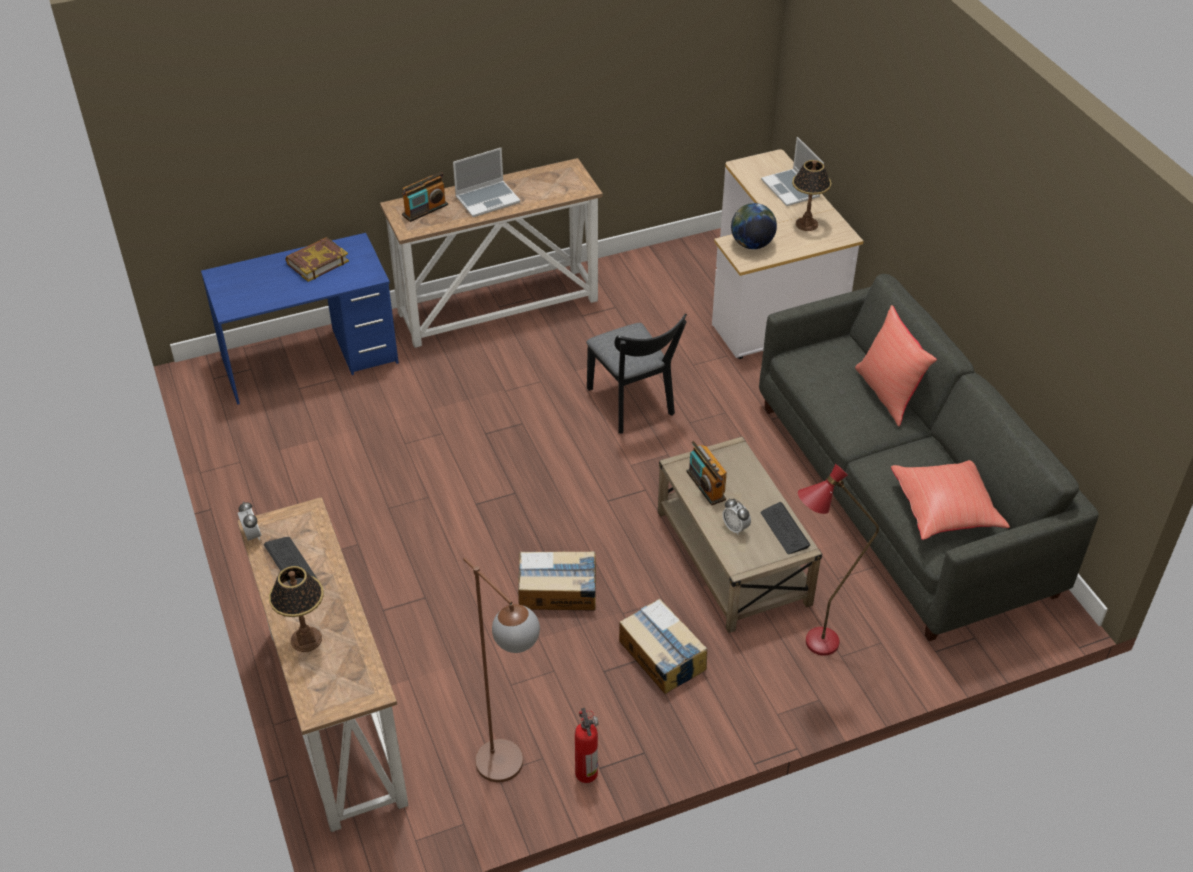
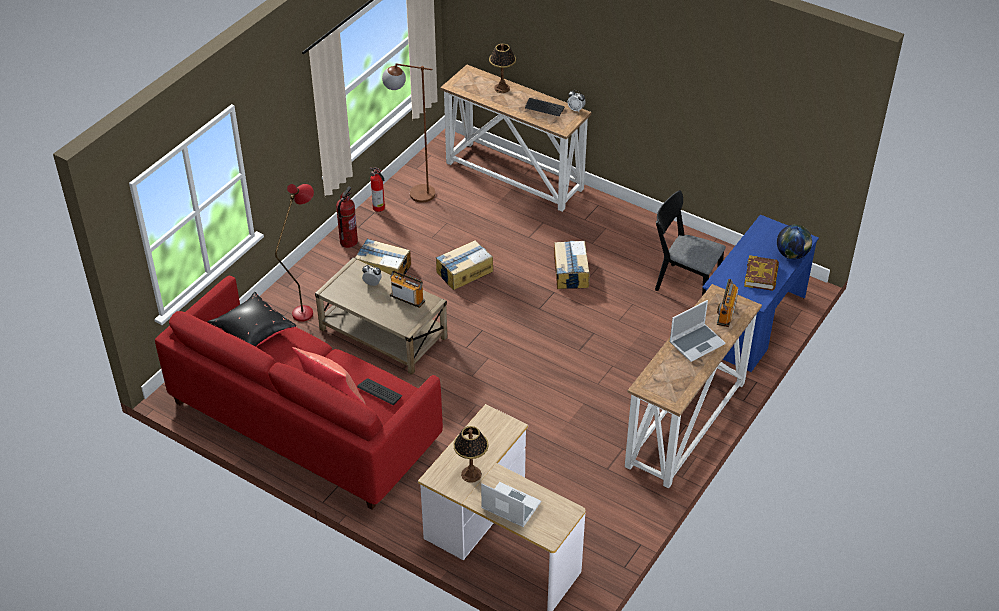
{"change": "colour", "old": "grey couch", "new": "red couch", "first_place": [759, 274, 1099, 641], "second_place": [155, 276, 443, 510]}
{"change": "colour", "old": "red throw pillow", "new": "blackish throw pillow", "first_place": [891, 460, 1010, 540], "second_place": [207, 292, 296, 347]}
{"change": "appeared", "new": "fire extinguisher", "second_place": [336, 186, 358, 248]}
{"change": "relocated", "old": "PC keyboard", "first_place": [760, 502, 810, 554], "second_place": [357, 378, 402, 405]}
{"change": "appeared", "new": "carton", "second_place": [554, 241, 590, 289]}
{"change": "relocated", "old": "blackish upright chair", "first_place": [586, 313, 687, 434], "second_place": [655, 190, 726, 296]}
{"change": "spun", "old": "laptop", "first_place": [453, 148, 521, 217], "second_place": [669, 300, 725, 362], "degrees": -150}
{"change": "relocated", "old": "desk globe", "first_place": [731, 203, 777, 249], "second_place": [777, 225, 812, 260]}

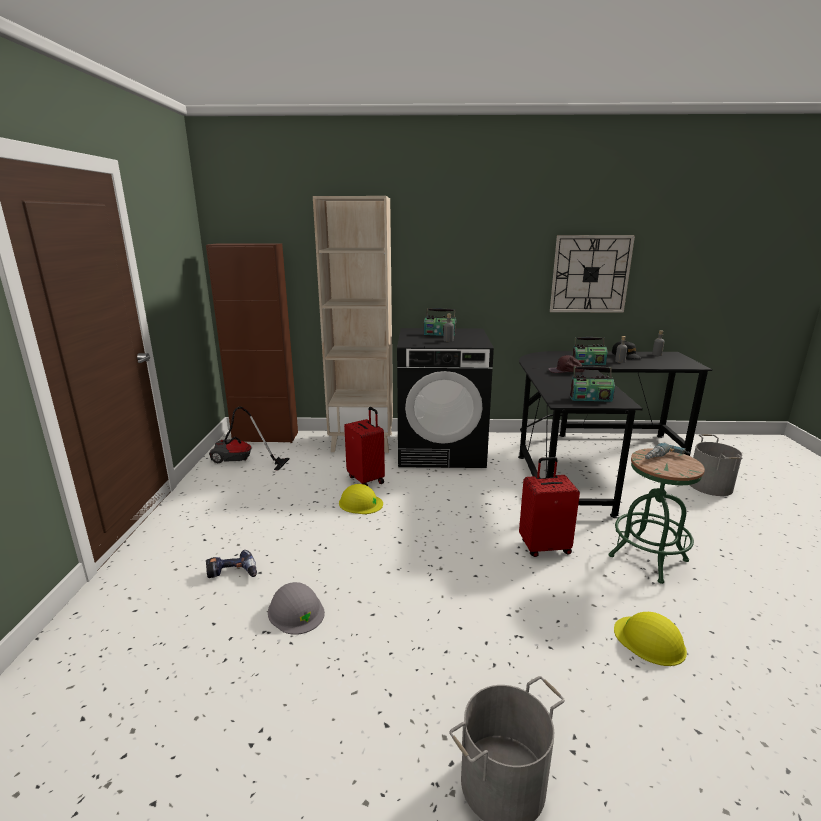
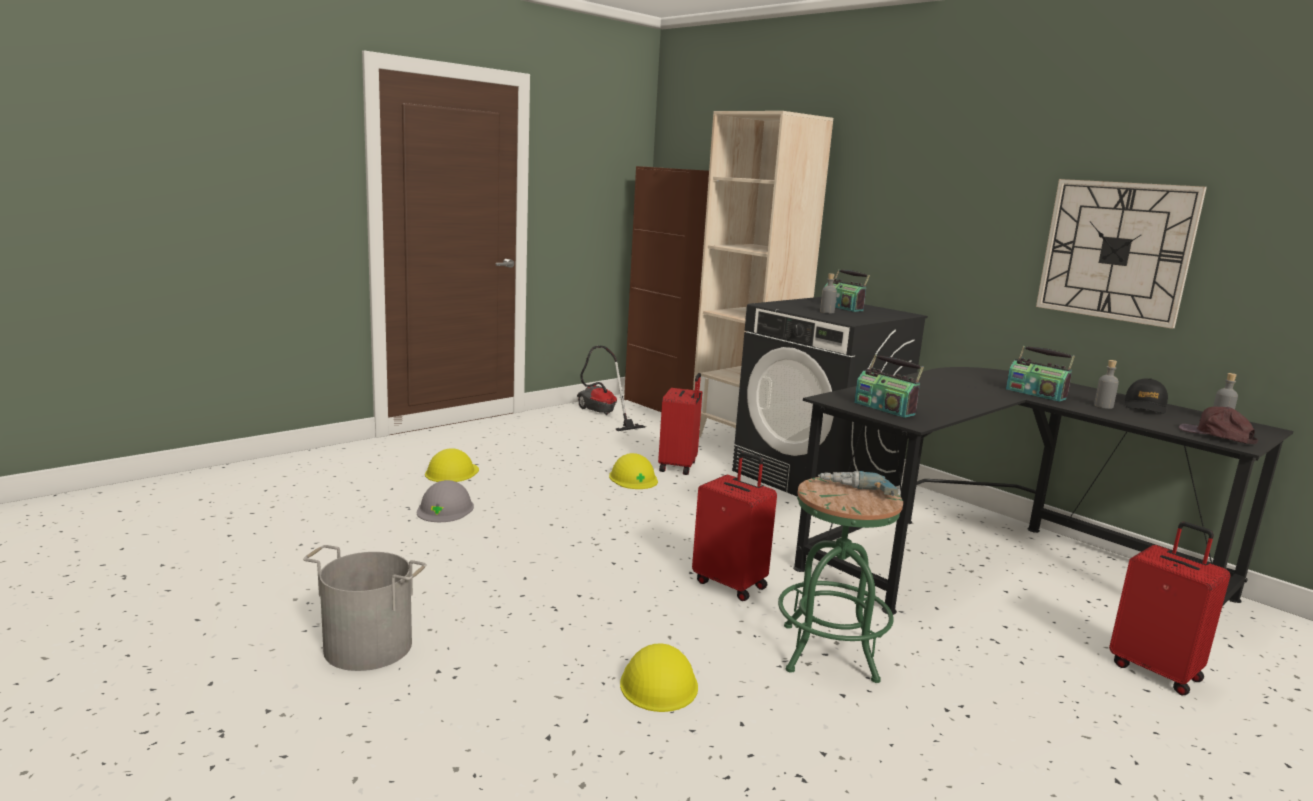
{"change": "exchanged", "old": "drill", "new": "yellowish safety helmet", "first_place": [206, 550, 257, 578], "second_place": [425, 448, 479, 482]}
{"change": "exchanged", "old": "grey water bucket", "new": "red suitcase", "first_place": [690, 434, 743, 496], "second_place": [1109, 522, 1230, 695]}
{"change": "relocated", "old": "brown cap", "first_place": [548, 355, 585, 373], "second_place": [1179, 407, 1258, 444]}

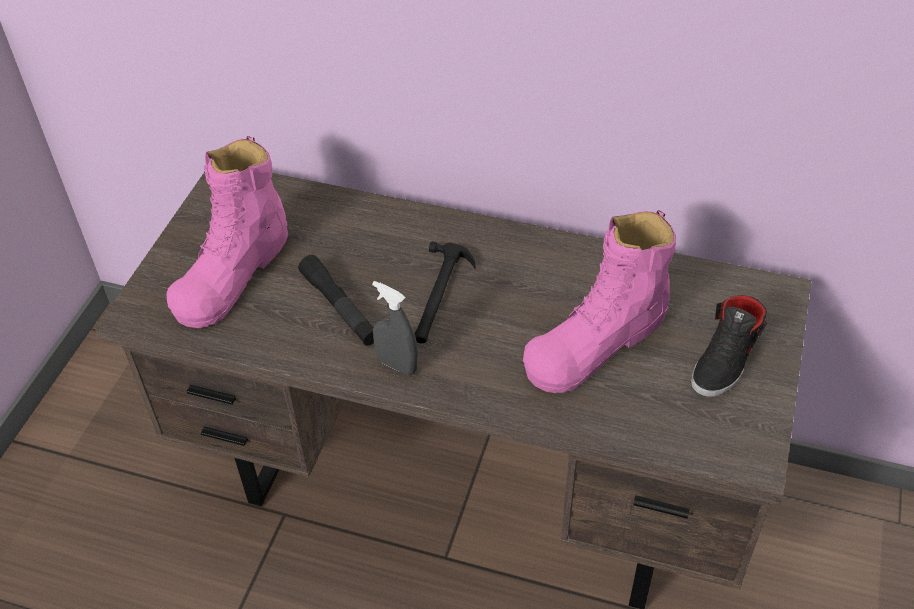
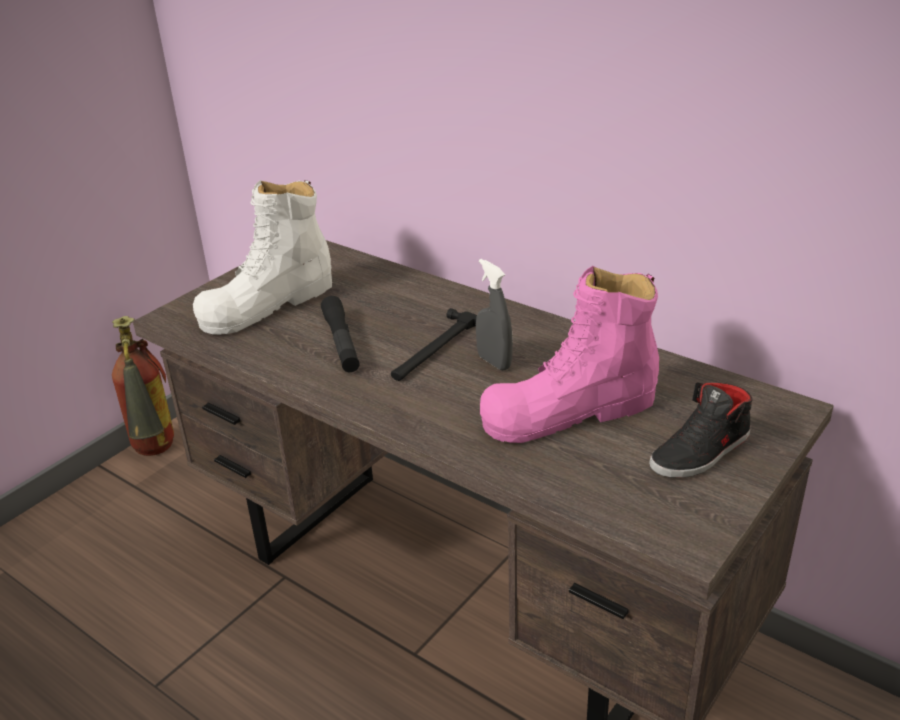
{"change": "appeared", "new": "fire extinguisher", "second_place": [112, 316, 174, 456]}
{"change": "colour", "old": "pink boot", "new": "white boot", "first_place": [166, 136, 288, 328], "second_place": [193, 180, 332, 335]}
{"change": "relocated", "old": "grey sprayer", "first_place": [372, 281, 418, 375], "second_place": [476, 259, 513, 371]}

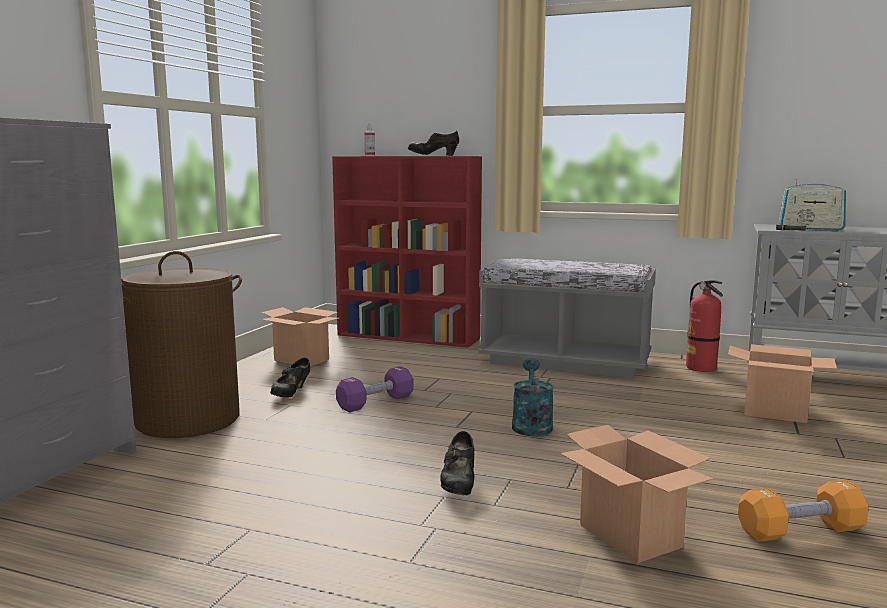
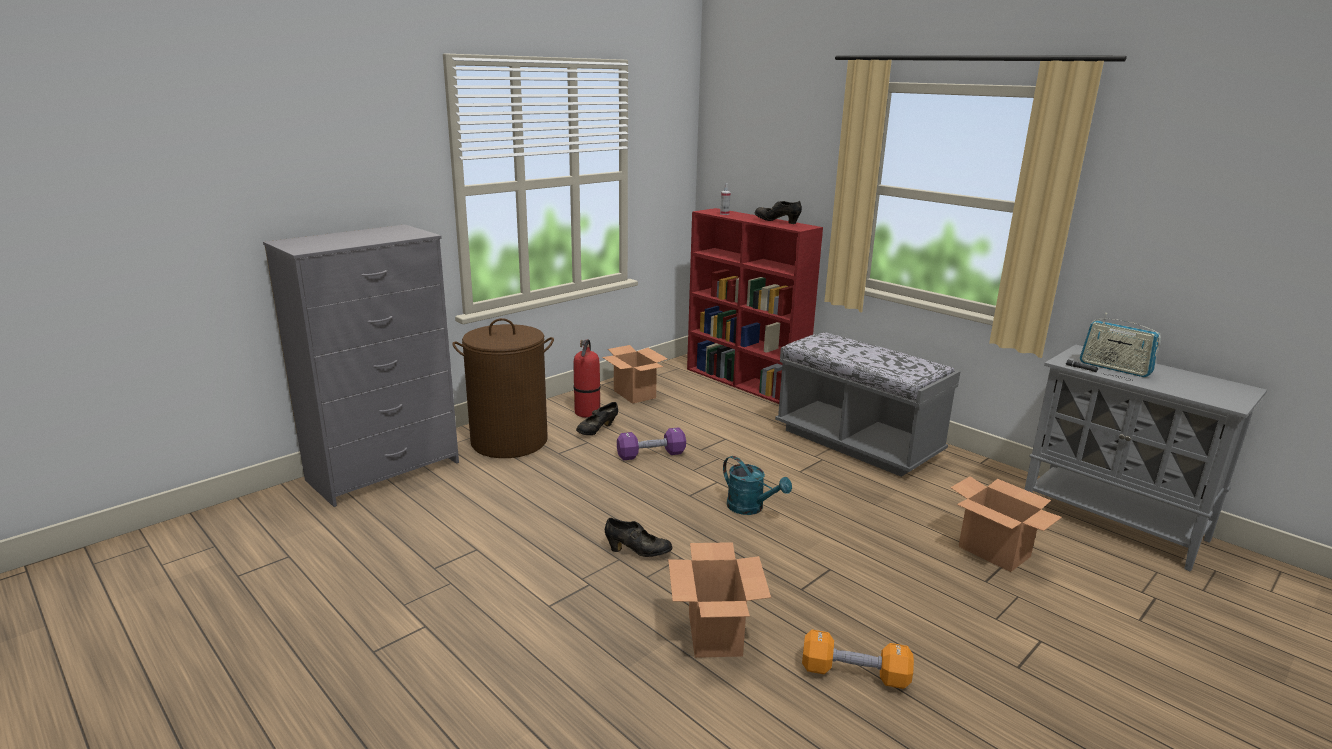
{"change": "relocated", "old": "fire extinguisher", "first_place": [686, 280, 723, 372], "second_place": [574, 339, 600, 418]}
{"change": "spun", "old": "blackish shoe", "first_place": [440, 431, 475, 495], "second_place": [605, 518, 673, 557], "degrees": -105}
{"change": "spun", "old": "turquoise watering pot", "first_place": [512, 358, 554, 436], "second_place": [723, 456, 792, 515], "degrees": 105}

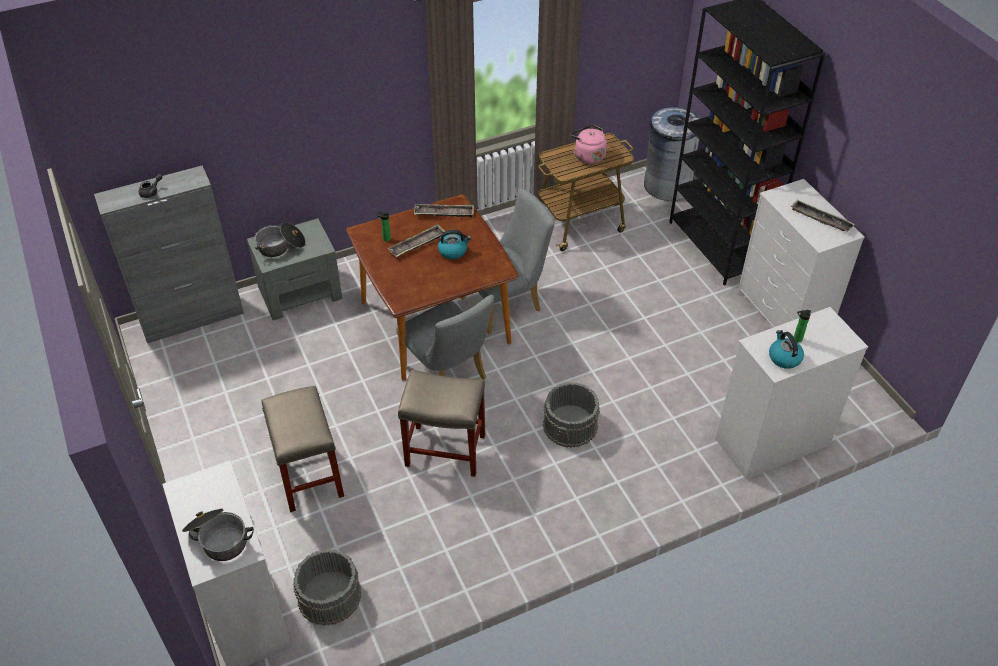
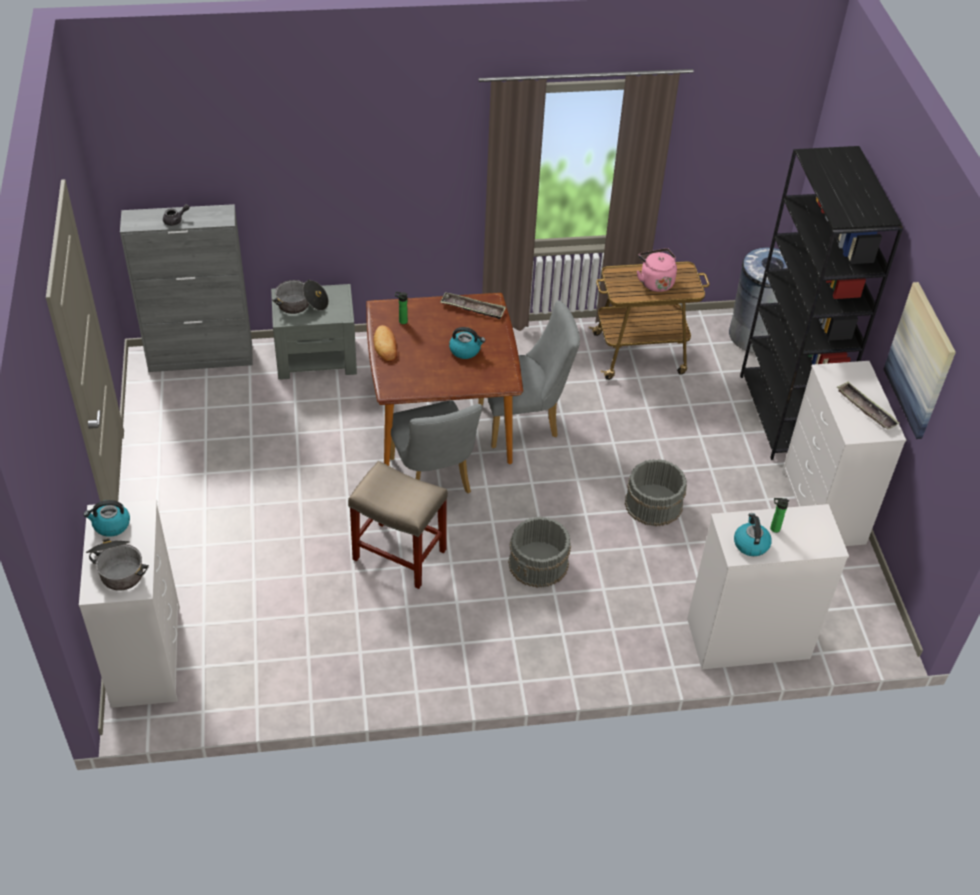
{"change": "appeared", "new": "kettle", "second_place": [83, 500, 130, 537]}
{"change": "appeared", "new": "bread", "second_place": [373, 325, 397, 362]}
{"change": "relocated", "old": "grey water bucket", "first_place": [293, 549, 361, 626], "second_place": [625, 459, 687, 526]}
{"change": "appeared", "new": "picture", "second_place": [883, 282, 956, 439]}
{"change": "missing", "old": "beige stool seat", "first_place": [261, 386, 344, 512]}
{"change": "missing", "old": "serving tray", "first_place": [388, 224, 445, 257]}

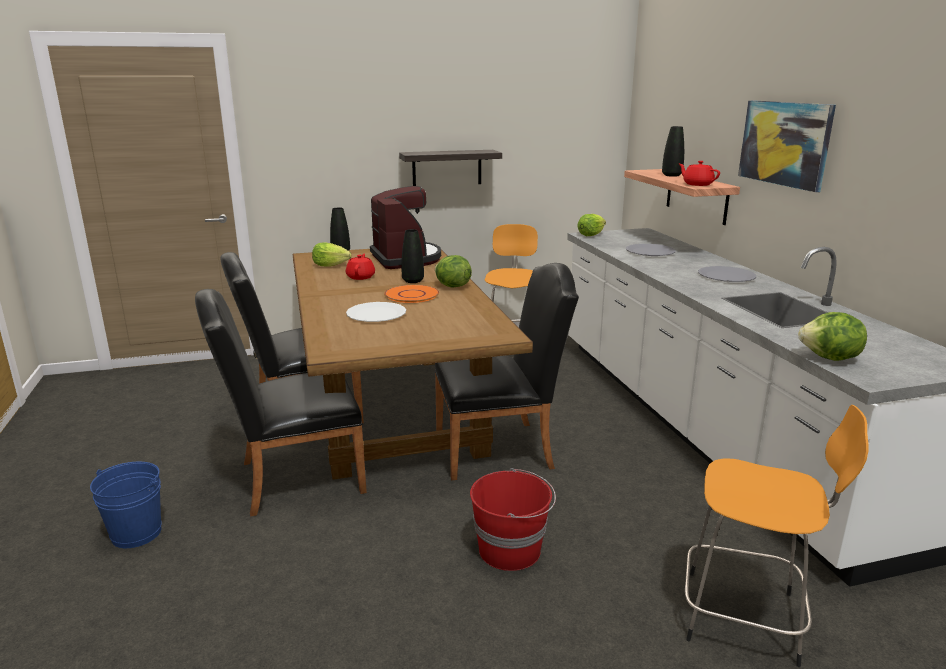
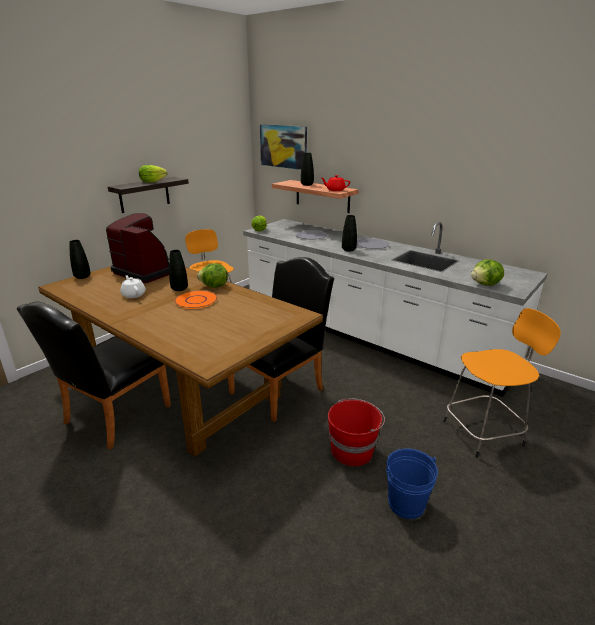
{"change": "colour", "old": "red pot for tea", "new": "white pot for tea", "first_place": [346, 254, 375, 280], "second_place": [120, 275, 146, 298]}
{"change": "relocated", "old": "lettuce", "first_place": [312, 242, 351, 267], "second_place": [139, 165, 167, 183]}
{"change": "relocated", "old": "picture", "first_place": [738, 100, 836, 192], "second_place": [260, 124, 307, 170]}
{"change": "appeared", "new": "blackish vase", "second_place": [342, 215, 357, 252]}
{"change": "relocated", "old": "blue-coloured water bucket", "first_place": [90, 462, 162, 548], "second_place": [385, 448, 438, 519]}
{"change": "missing", "old": "blackish upright chair", "first_place": [195, 289, 367, 517]}
{"change": "missing", "old": "white dinner plate", "first_place": [346, 302, 406, 322]}

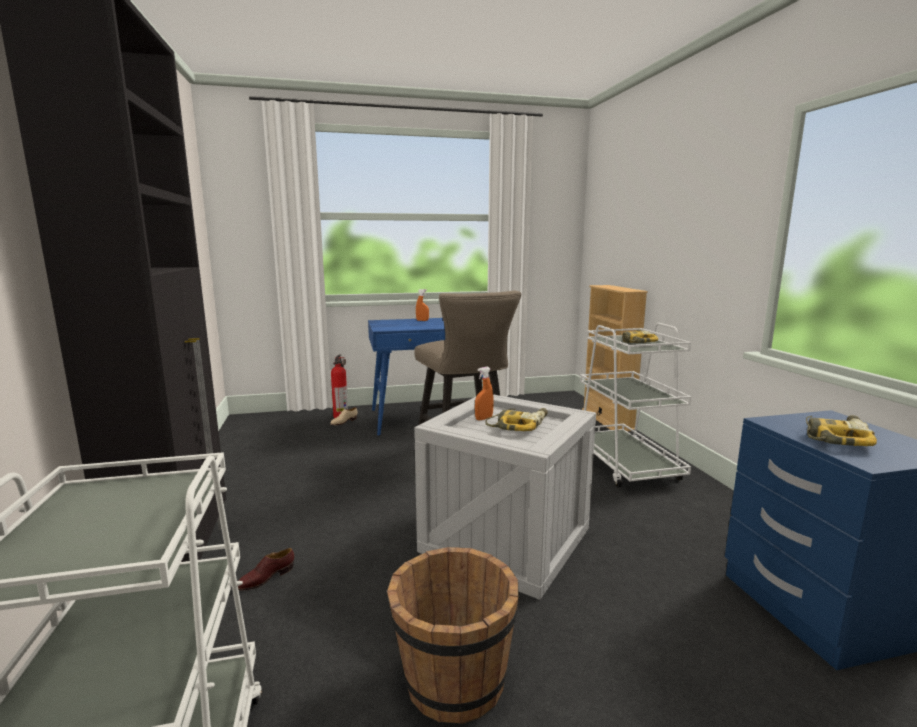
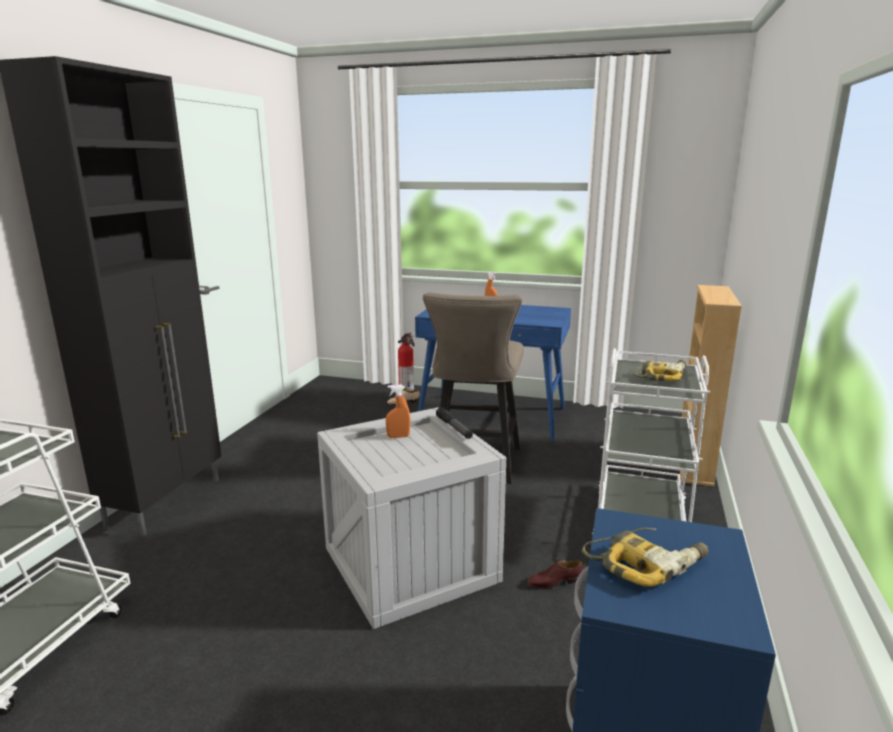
{"change": "appeared", "new": "torch", "second_place": [436, 407, 473, 439]}
{"change": "relocated", "old": "brown shoe", "first_place": [238, 548, 294, 590], "second_place": [527, 560, 583, 589]}
{"change": "missing", "old": "brown water bucket", "first_place": [387, 547, 519, 724]}
{"change": "missing", "old": "drill", "first_place": [485, 408, 548, 431]}

